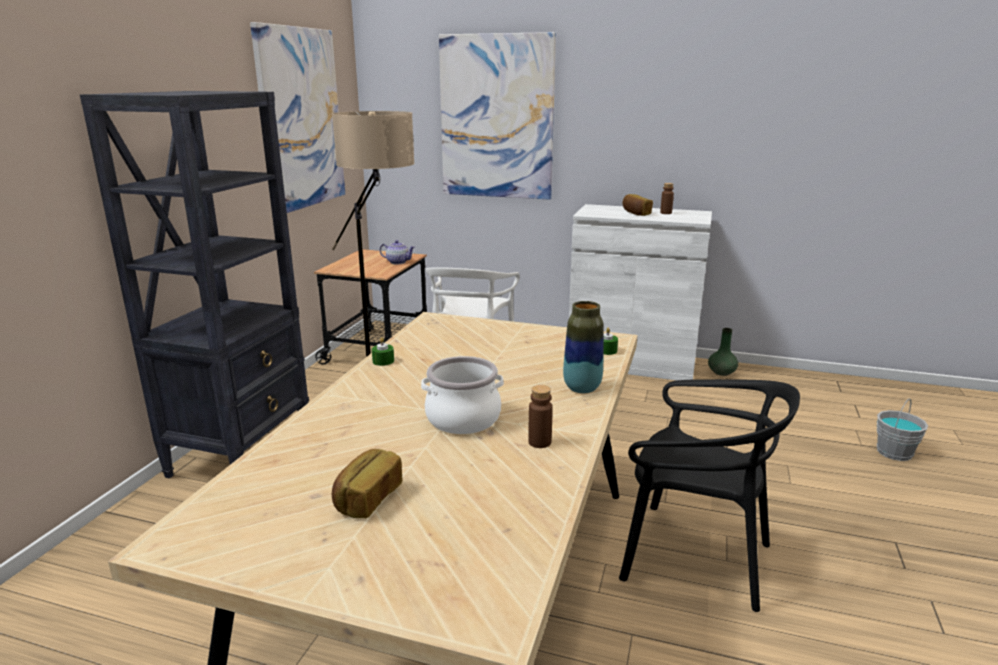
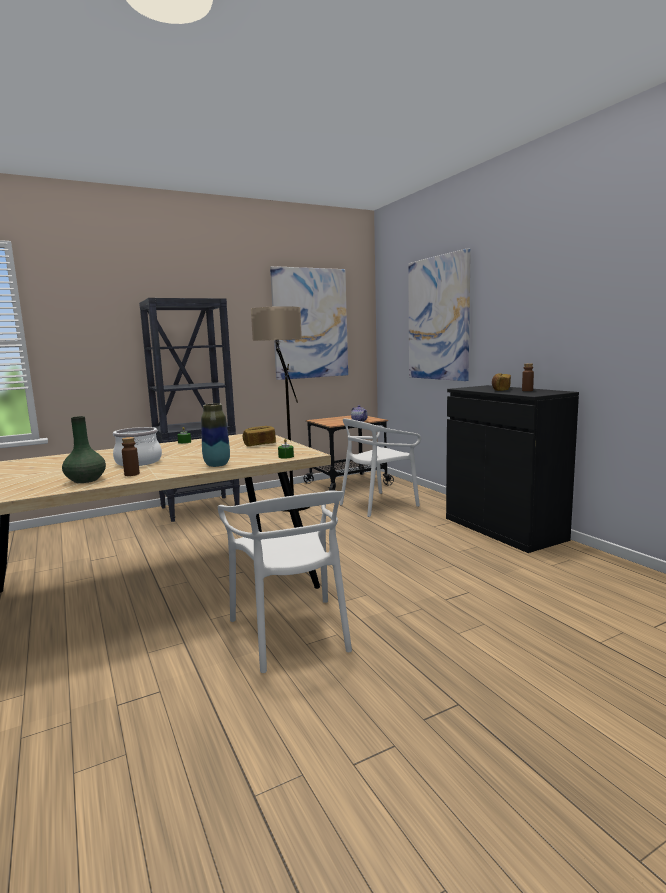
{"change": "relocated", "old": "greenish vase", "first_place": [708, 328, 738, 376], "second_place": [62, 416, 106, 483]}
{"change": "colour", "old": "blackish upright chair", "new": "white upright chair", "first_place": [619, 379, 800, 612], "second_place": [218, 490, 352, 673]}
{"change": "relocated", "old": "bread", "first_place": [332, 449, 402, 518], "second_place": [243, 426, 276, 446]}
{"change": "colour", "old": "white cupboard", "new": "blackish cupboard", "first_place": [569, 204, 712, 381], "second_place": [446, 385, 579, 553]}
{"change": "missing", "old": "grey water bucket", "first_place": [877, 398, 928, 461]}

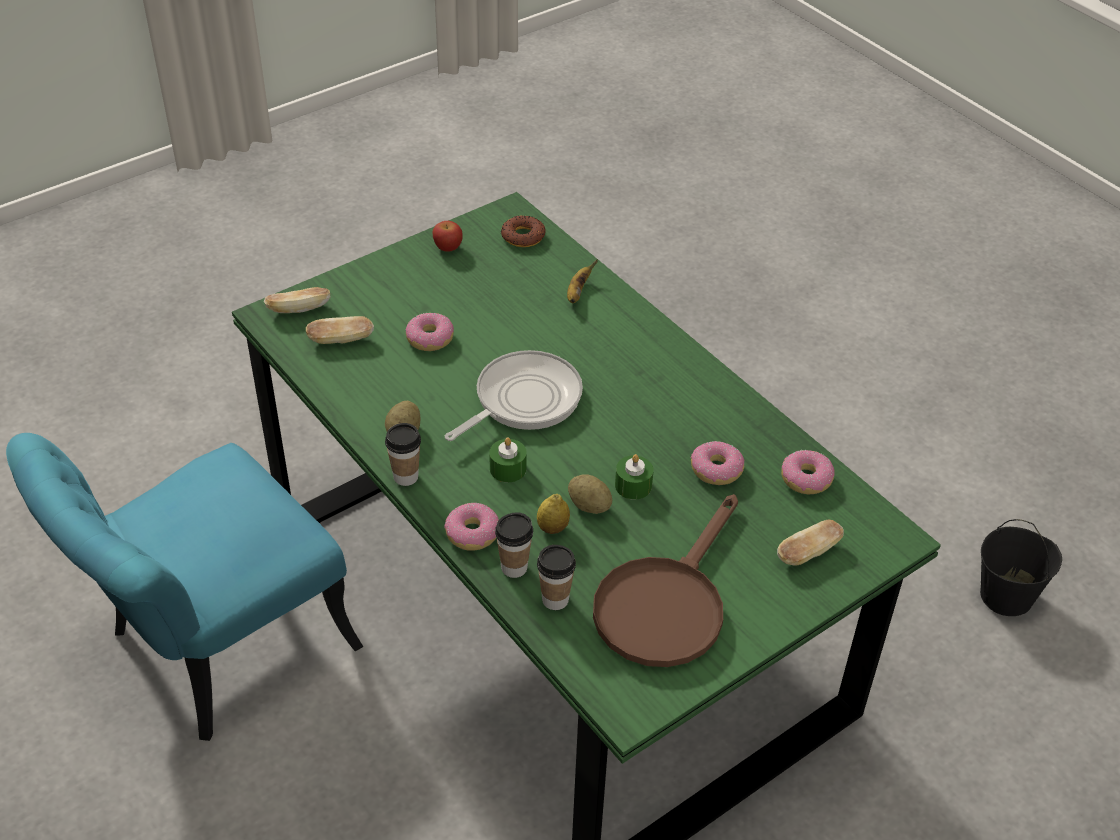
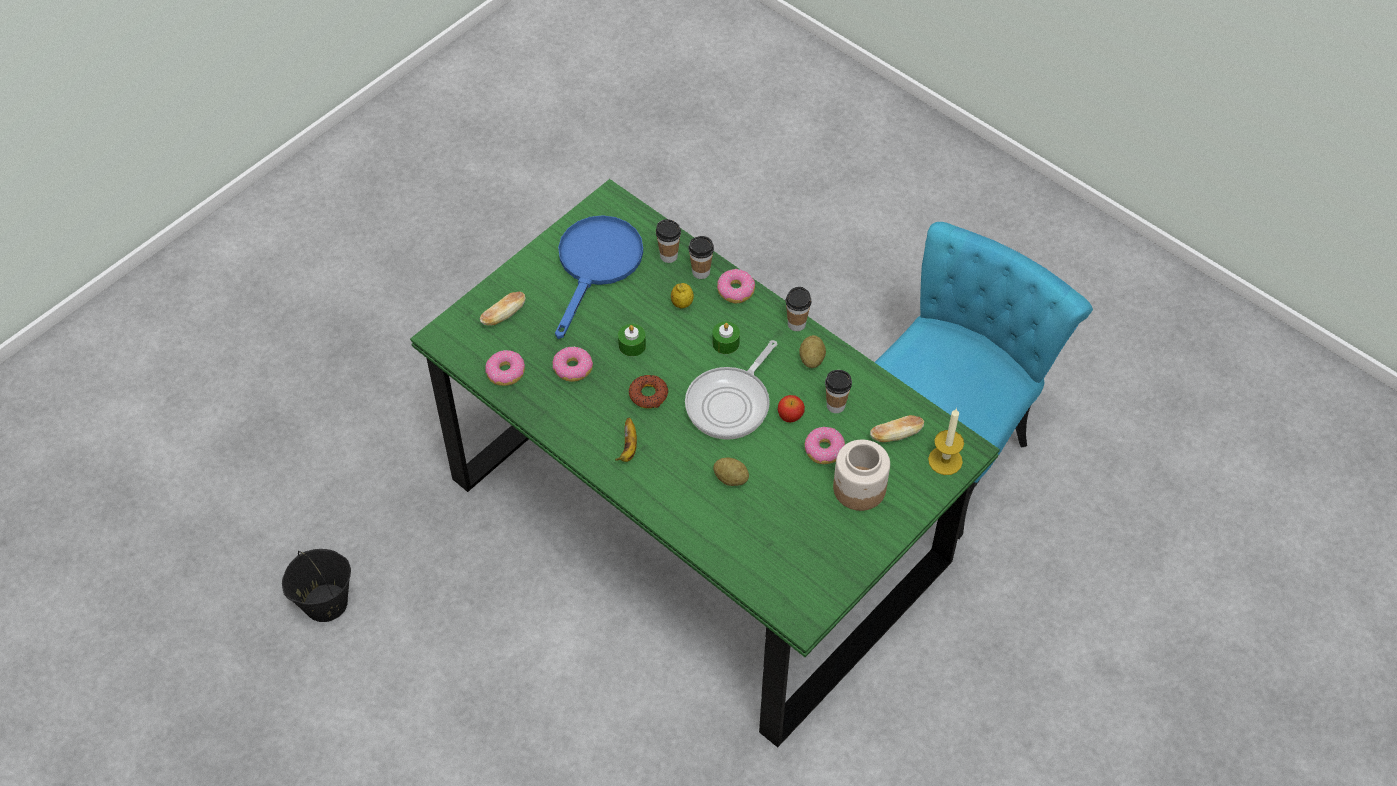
{"change": "colour", "old": "brown skillet", "new": "blue-coloured skillet", "first_place": [593, 494, 738, 667], "second_place": [555, 215, 643, 339]}
{"change": "relocated", "old": "banana fruit", "first_place": [567, 260, 598, 303], "second_place": [615, 418, 637, 462]}
{"change": "relocated", "old": "ring doughnut", "first_place": [501, 216, 545, 247], "second_place": [629, 375, 669, 408]}
{"change": "relocated", "old": "potato", "first_place": [568, 474, 612, 514], "second_place": [713, 458, 749, 486]}
{"change": "relocated", "old": "whole apple", "first_place": [432, 221, 463, 252], "second_place": [778, 395, 805, 422]}
{"change": "appeared", "new": "cup", "second_place": [825, 370, 852, 413]}
{"change": "appeared", "new": "preserve jar", "second_place": [833, 440, 890, 511]}
{"change": "exchanged", "old": "bread", "new": "candle", "first_place": [264, 287, 330, 313], "second_place": [928, 408, 964, 475]}

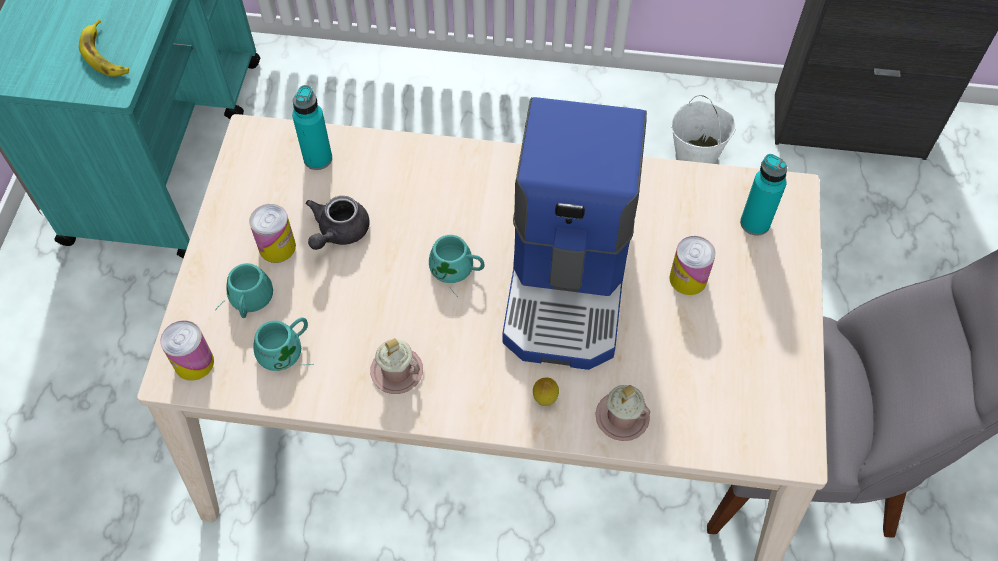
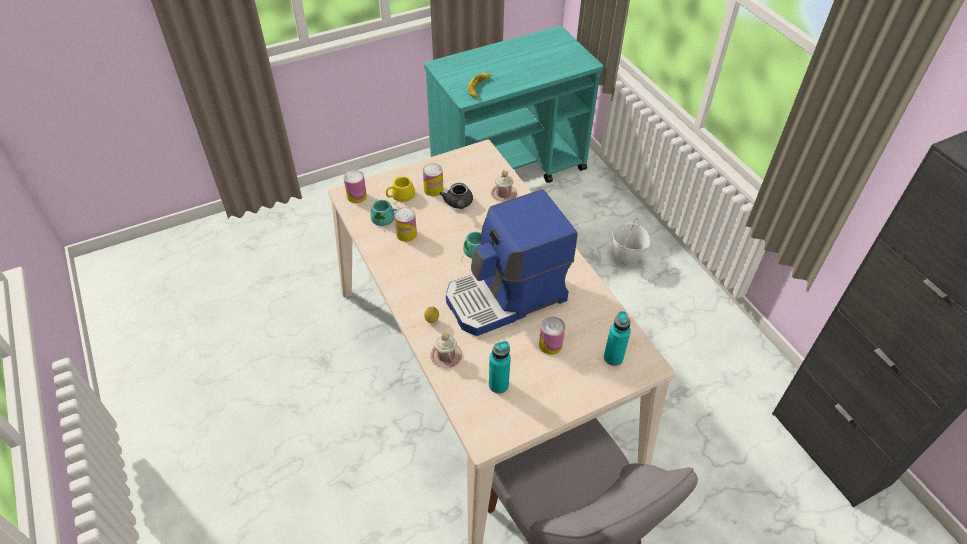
{"change": "colour", "old": "turquoise coffee mug", "new": "yellowish coffee mug", "first_place": [215, 263, 273, 318], "second_place": [386, 177, 415, 202]}
{"change": "appeared", "new": "metal can", "second_place": [394, 207, 417, 242]}
{"change": "spun", "old": "grey pot for tea", "first_place": [306, 196, 370, 250], "second_place": [439, 183, 473, 209], "degrees": -90}
{"change": "relocated", "old": "turquoise drink bottle", "first_place": [292, 85, 332, 170], "second_place": [489, 341, 511, 394]}
{"change": "relocated", "old": "pink coffee mug", "first_place": [370, 338, 423, 394], "second_place": [491, 170, 517, 202]}
{"change": "relocated", "old": "white water bucket", "first_place": [671, 95, 737, 164], "second_place": [612, 218, 650, 267]}

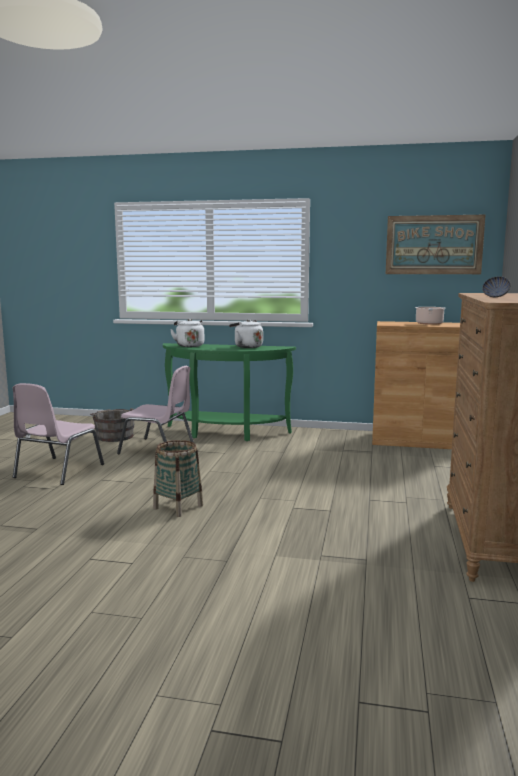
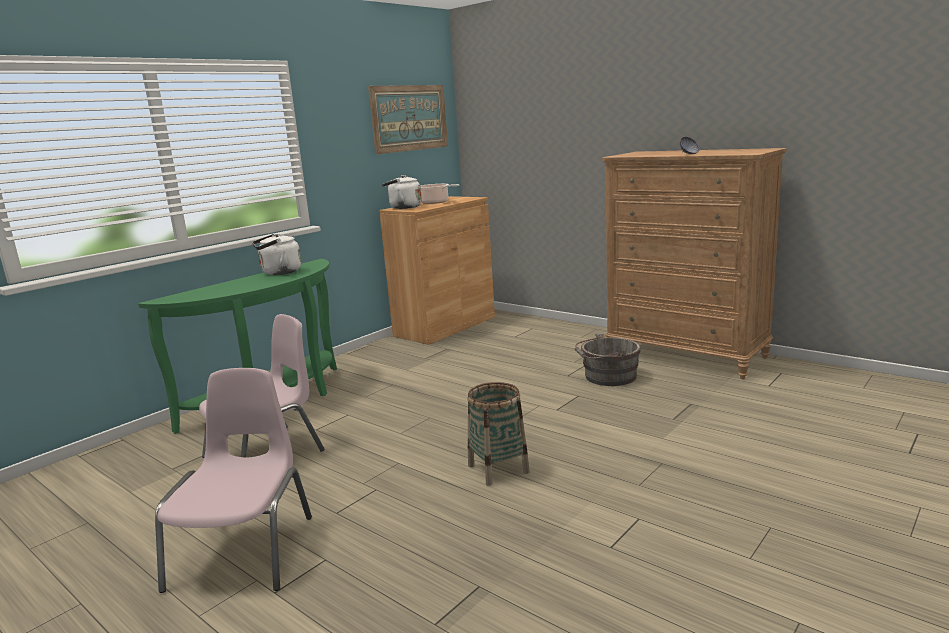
{"change": "spun", "old": "pink upright chair", "first_place": [13, 383, 104, 485], "second_place": [155, 368, 312, 593], "degrees": -135}
{"change": "relocated", "old": "white kettle", "first_place": [170, 319, 204, 347], "second_place": [382, 175, 422, 209]}
{"change": "relocated", "old": "grey water bucket", "first_place": [90, 408, 134, 442], "second_place": [575, 333, 641, 386]}

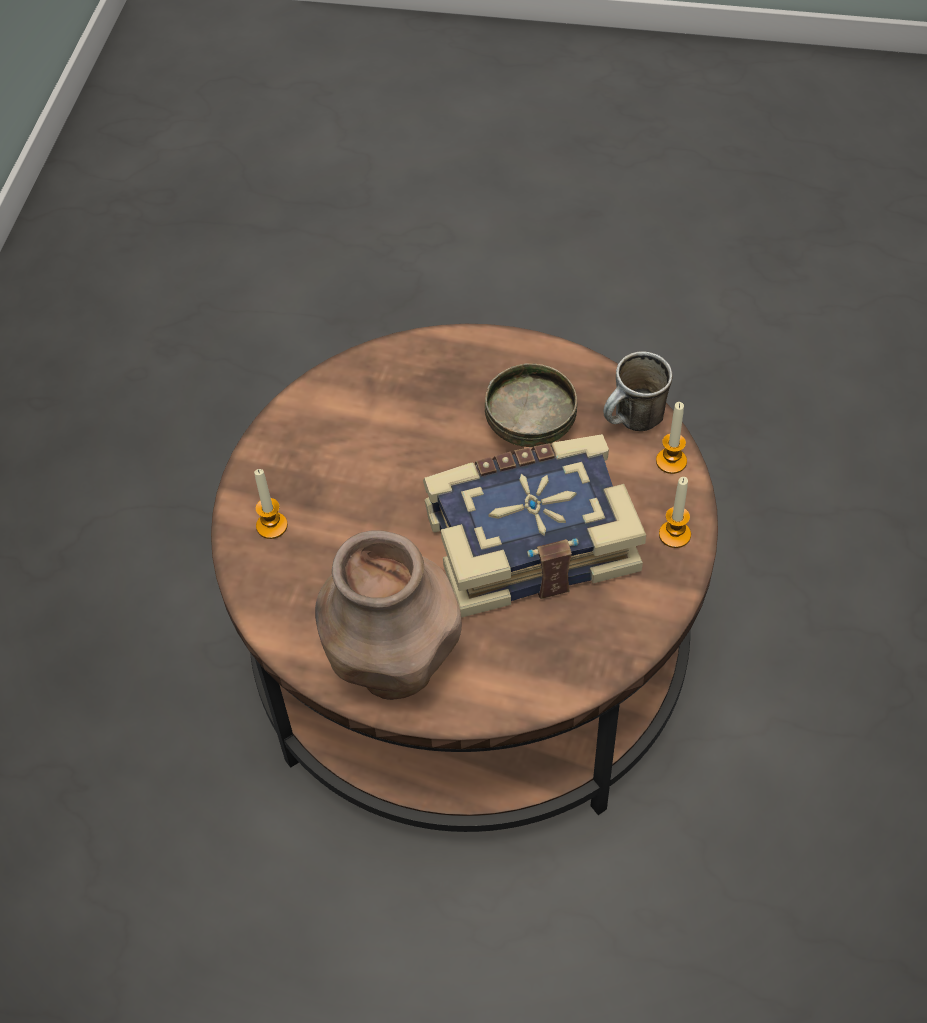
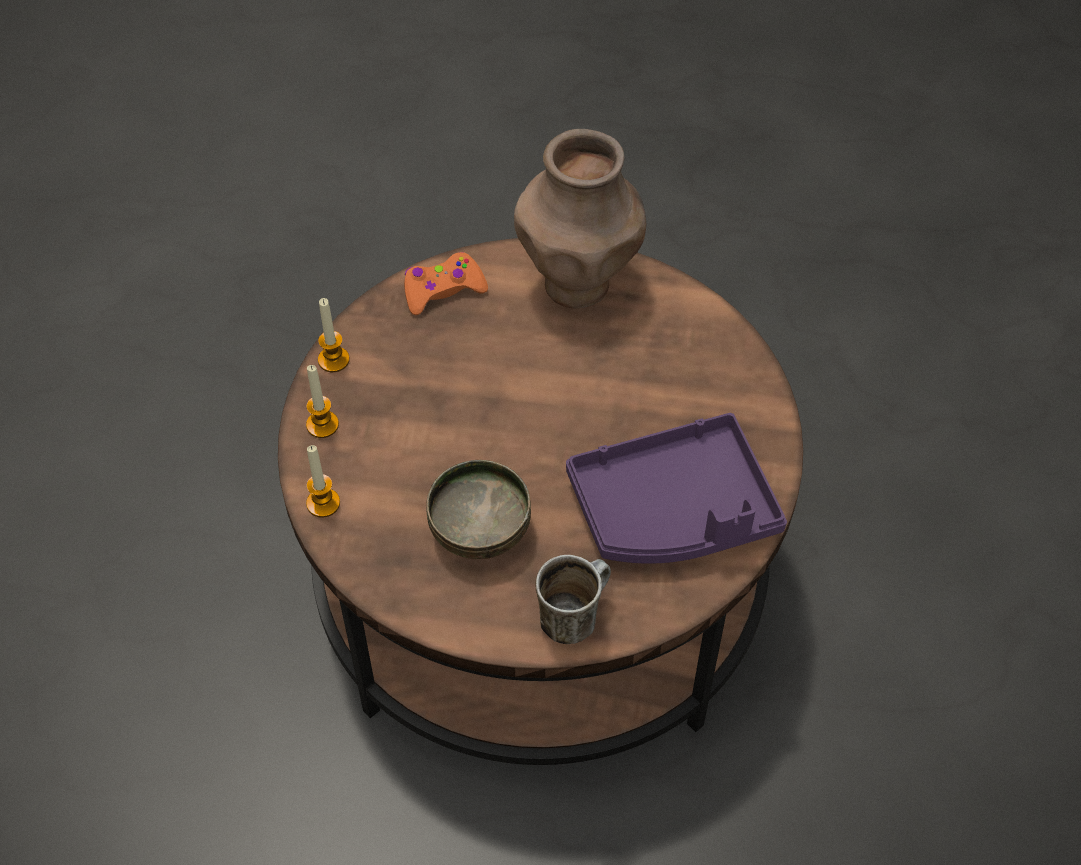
{"change": "relocated", "old": "candle", "first_place": [254, 469, 288, 539], "second_place": [318, 298, 350, 372]}
{"change": "appeared", "new": "orange-coloured game controller", "second_place": [404, 252, 488, 315]}
{"change": "relocated", "old": "coffee mug", "first_place": [603, 352, 672, 431], "second_place": [535, 555, 611, 644]}
{"change": "appeared", "new": "purple serving tray", "second_place": [566, 413, 787, 564]}
{"change": "missing", "old": "book", "first_place": [423, 434, 646, 618]}

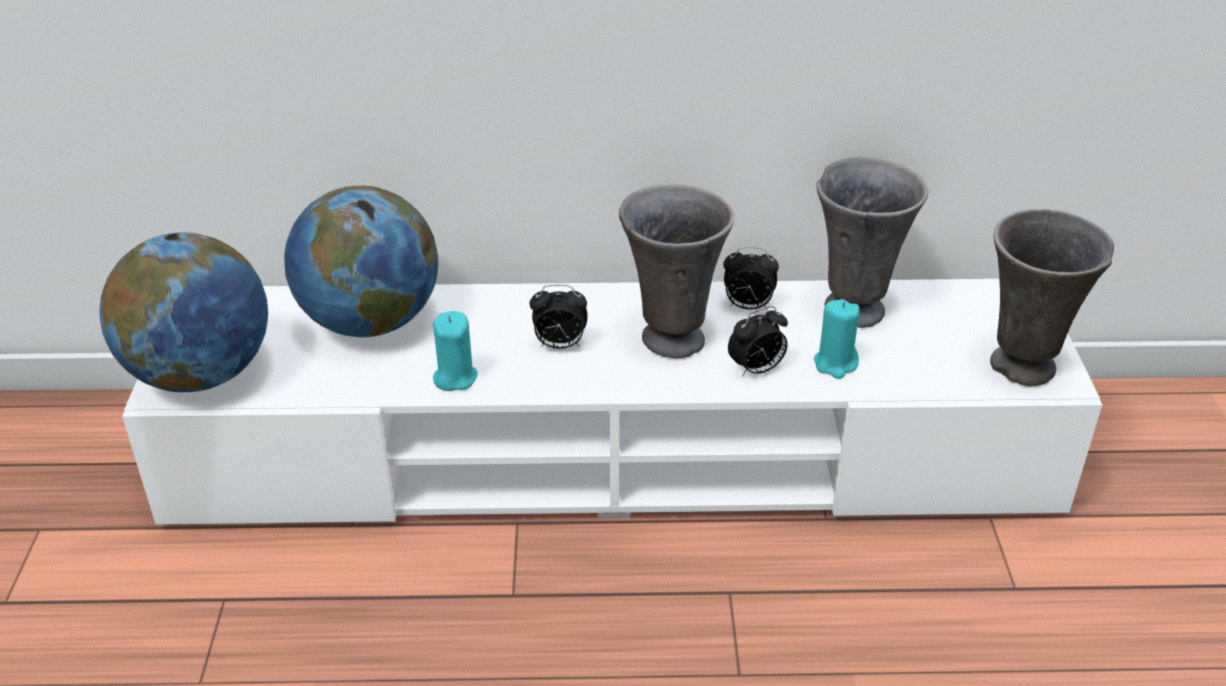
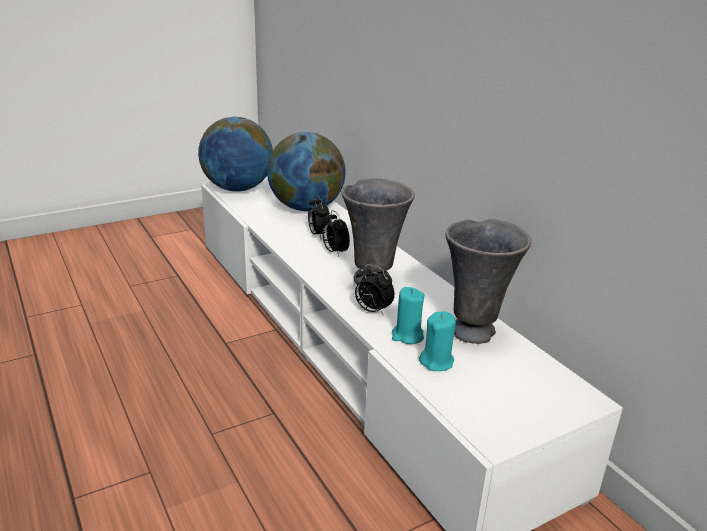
{"change": "relocated", "old": "table clock", "first_place": [723, 247, 779, 310], "second_place": [308, 195, 331, 239]}
{"change": "relocated", "old": "turquoise candle", "first_place": [433, 311, 478, 391], "second_place": [419, 311, 456, 371]}
{"change": "missing", "old": "grey vase", "first_place": [990, 209, 1114, 386]}

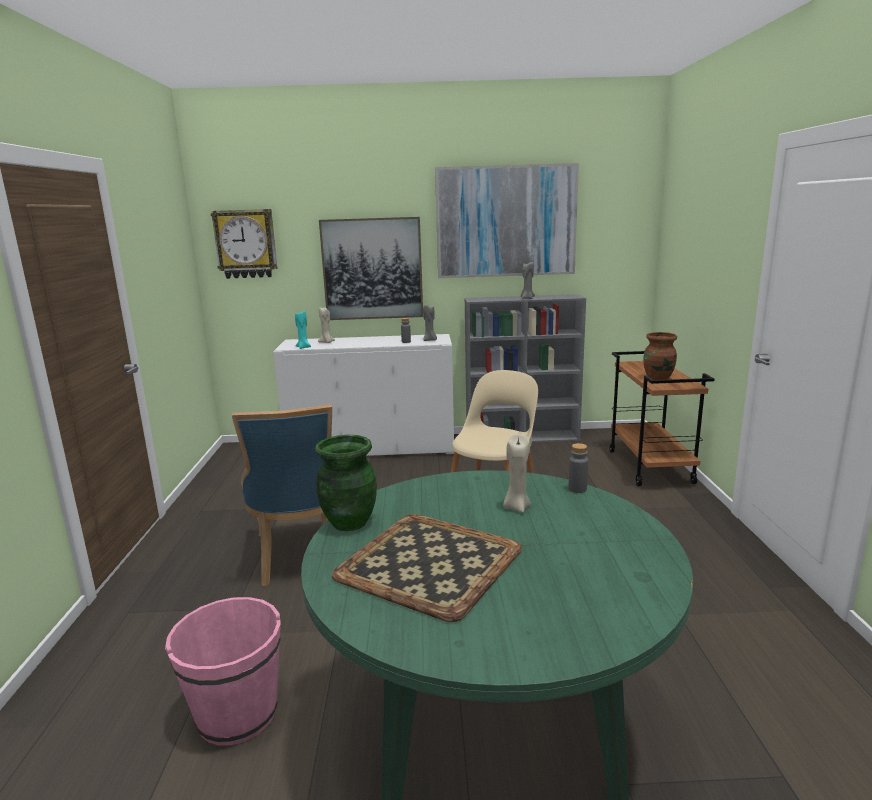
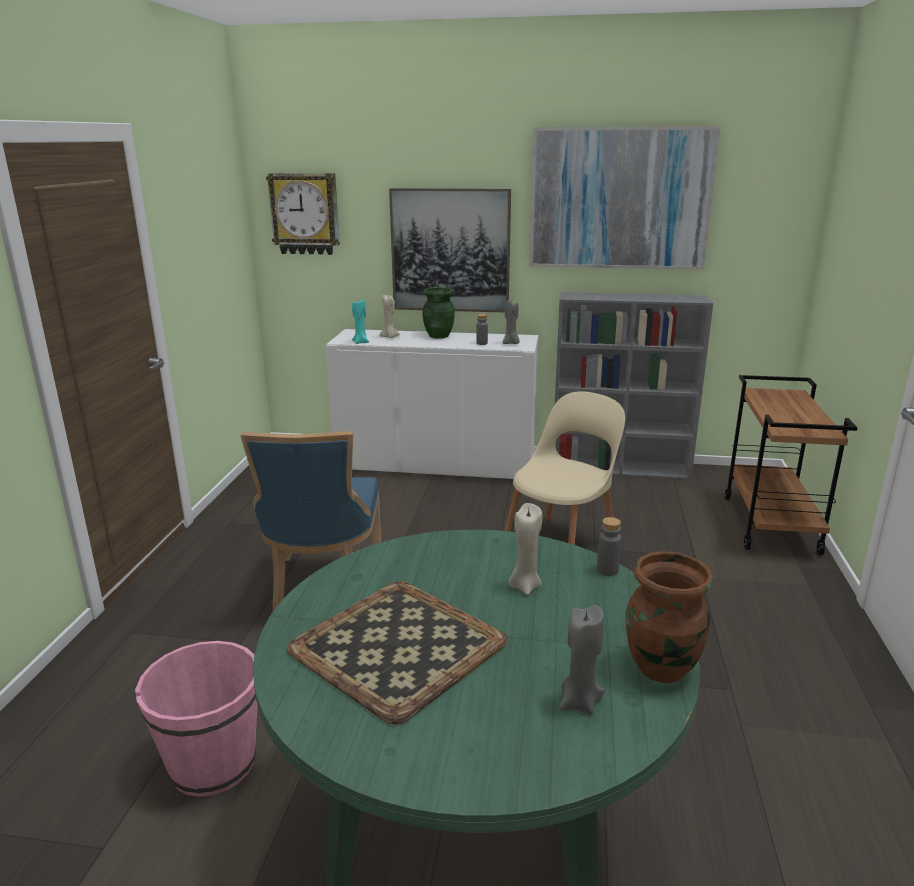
{"change": "relocated", "old": "greenish vase", "first_place": [315, 435, 377, 531], "second_place": [423, 287, 455, 338]}
{"change": "relocated", "old": "grey candle", "first_place": [521, 262, 535, 299], "second_place": [559, 605, 605, 715]}
{"change": "relocated", "old": "brown vase", "first_place": [643, 332, 677, 380], "second_place": [626, 551, 714, 683]}

